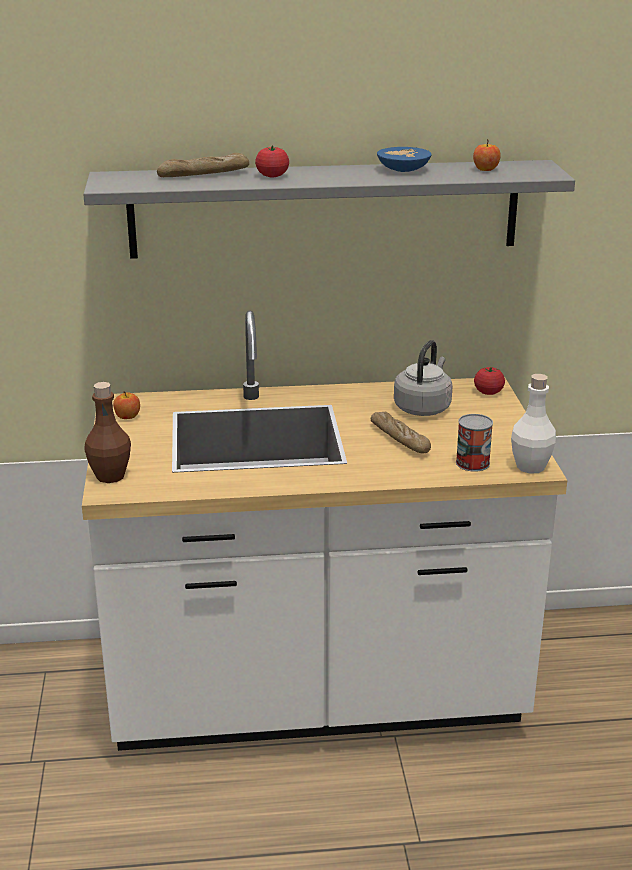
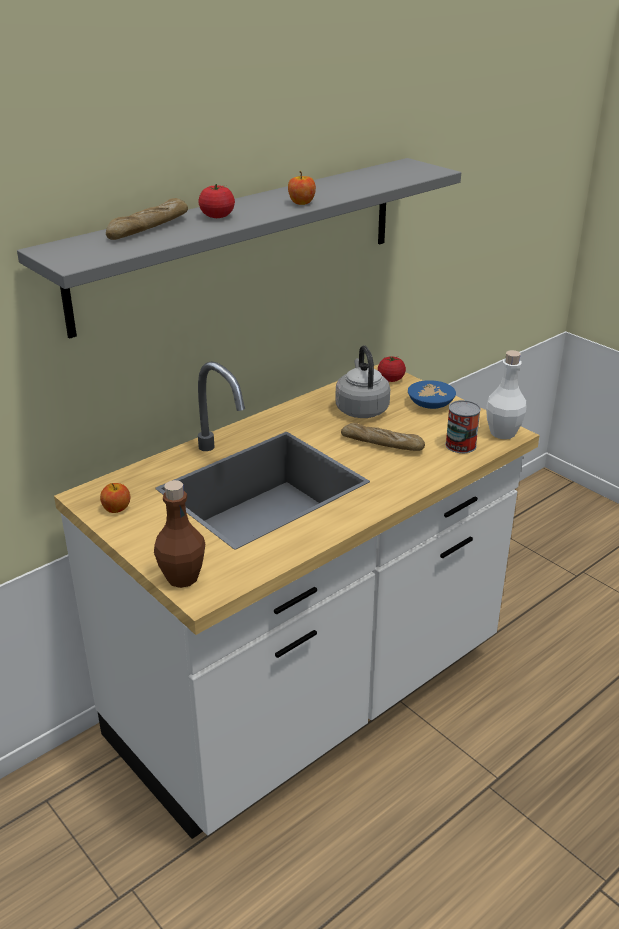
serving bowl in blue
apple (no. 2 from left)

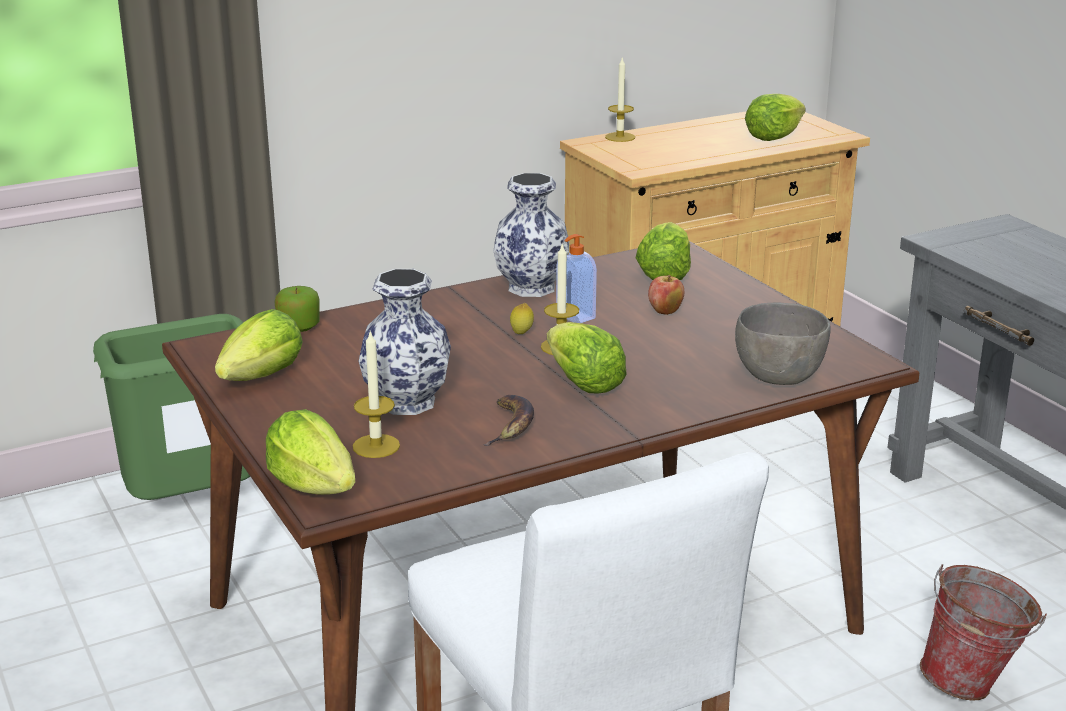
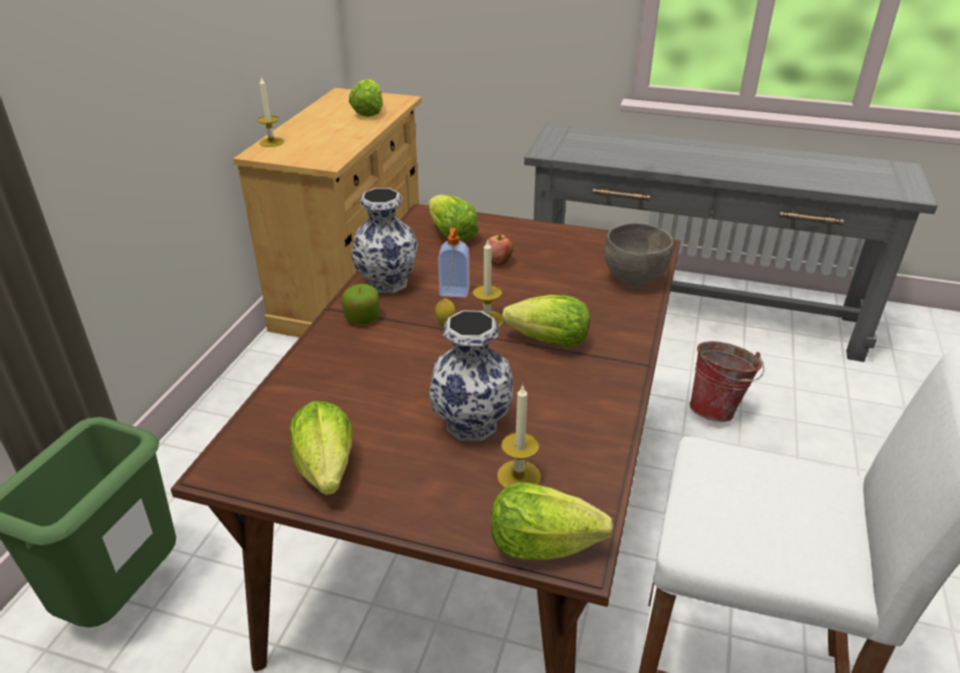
apple (no. 1 from left)
banana

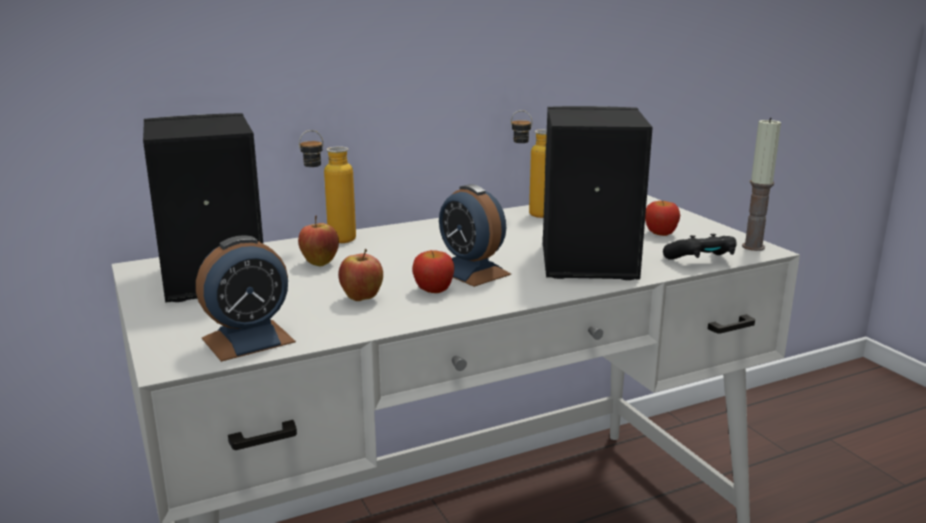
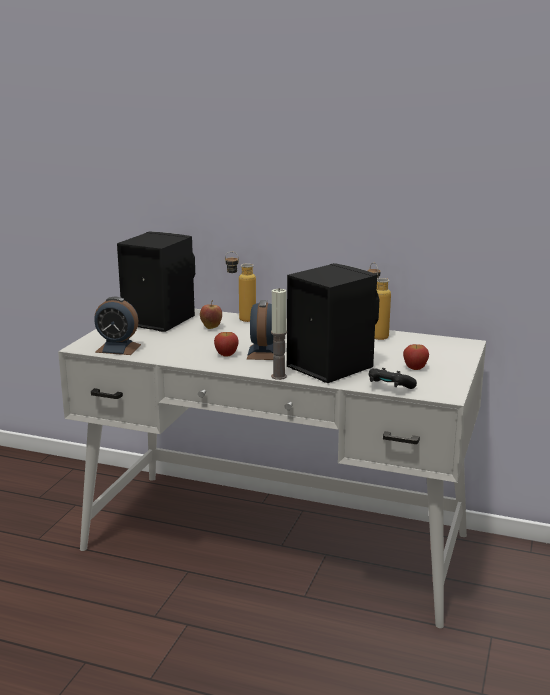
apple (no. 2 from left in the first image)
wax light

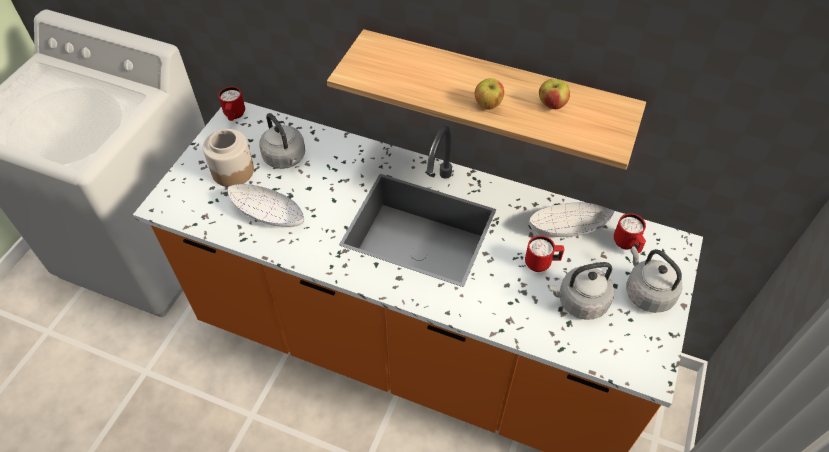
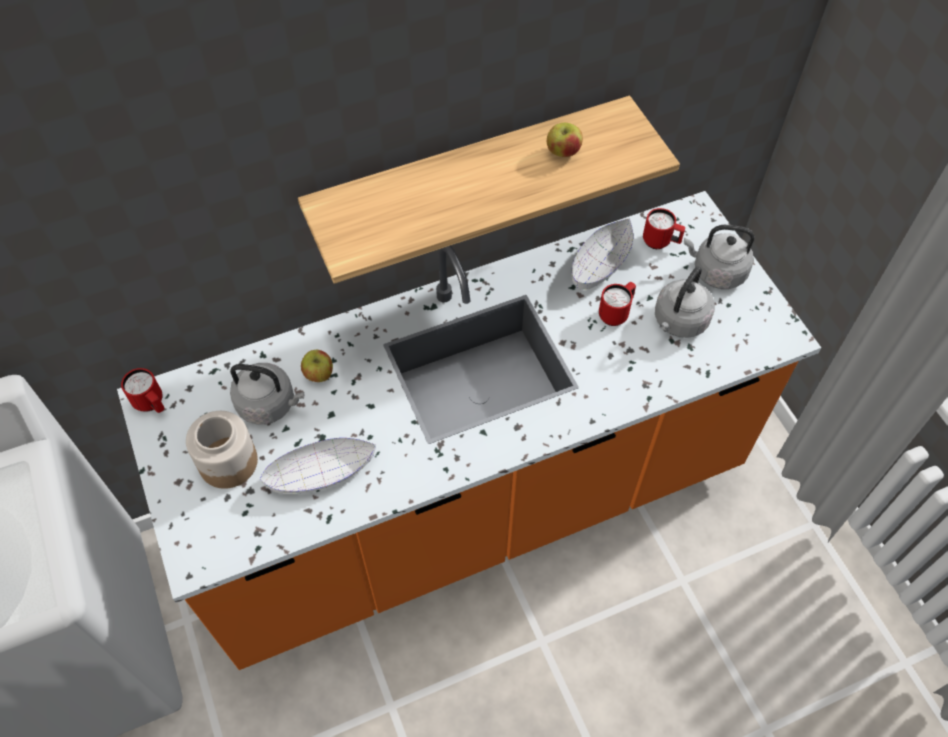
apple (no. 1 from left)

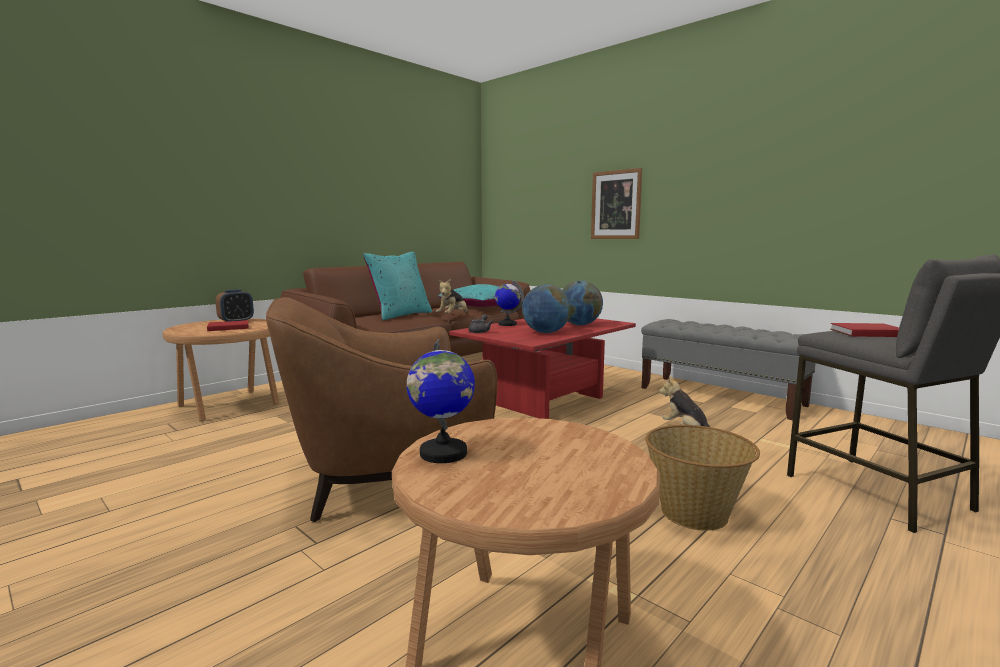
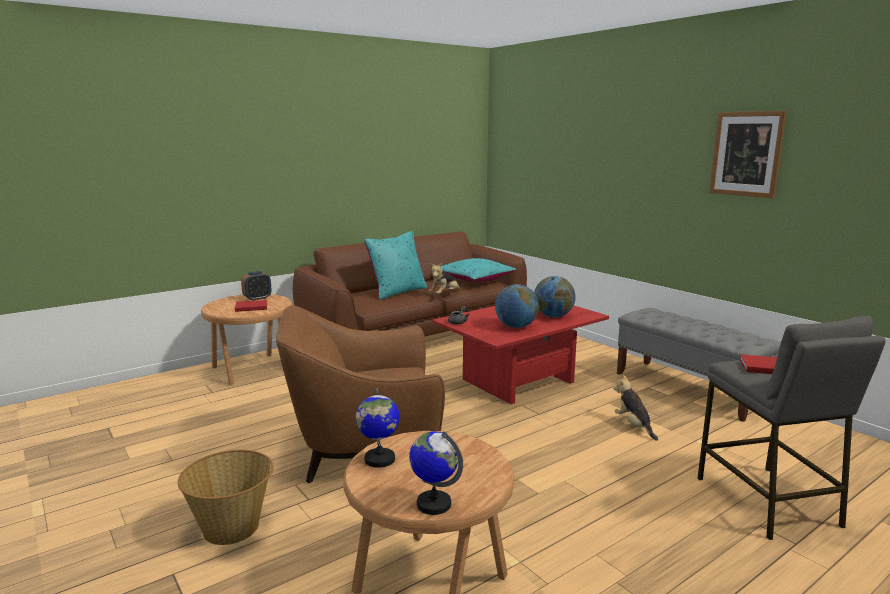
globe (no. 2 from left)
picture
household basket

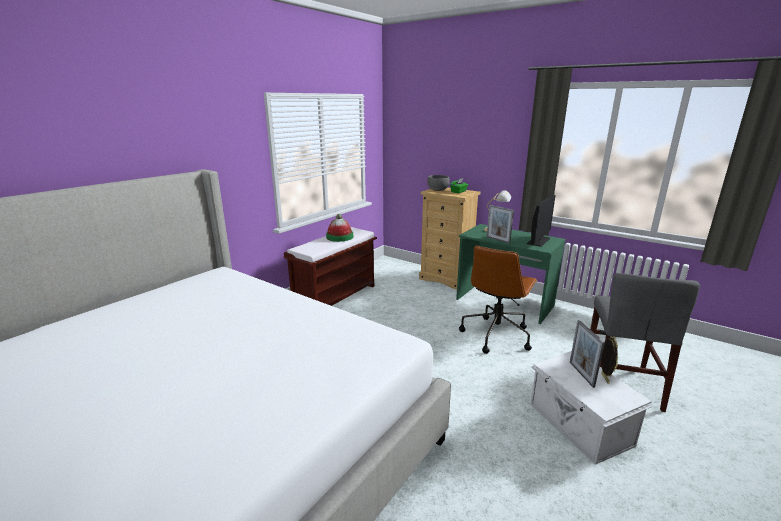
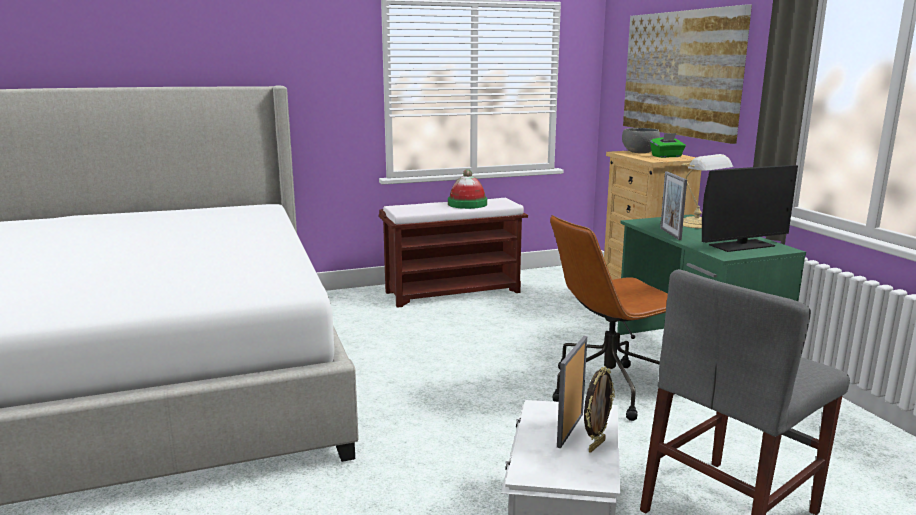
picture

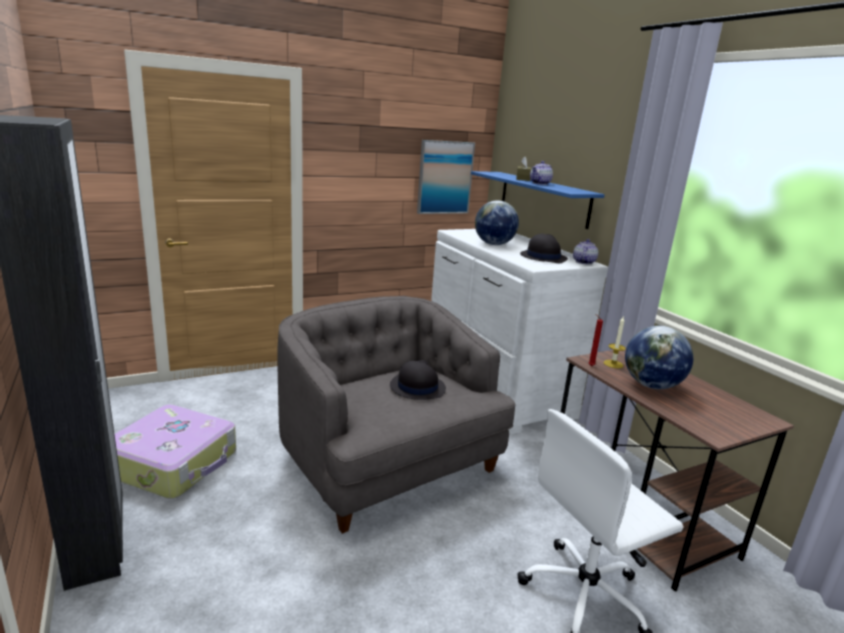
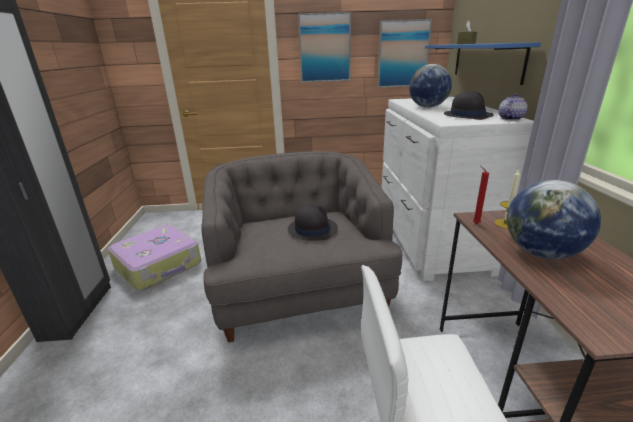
pot for tea (no. 1 from left in the first image)
picture (no. 1 from left)

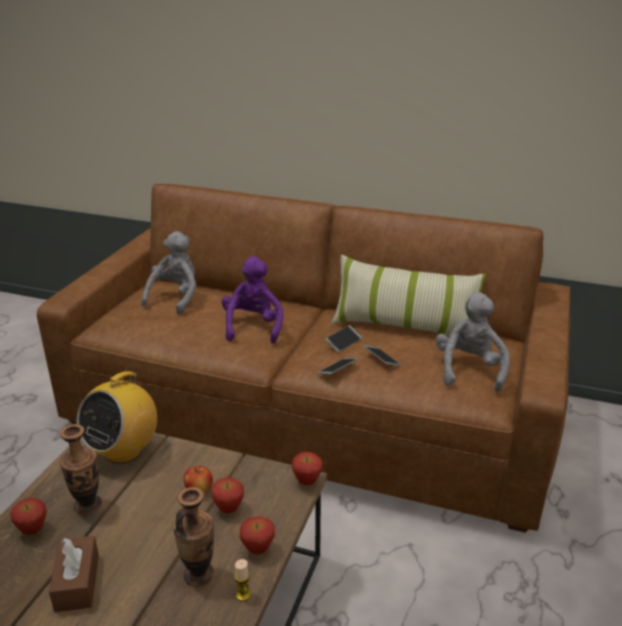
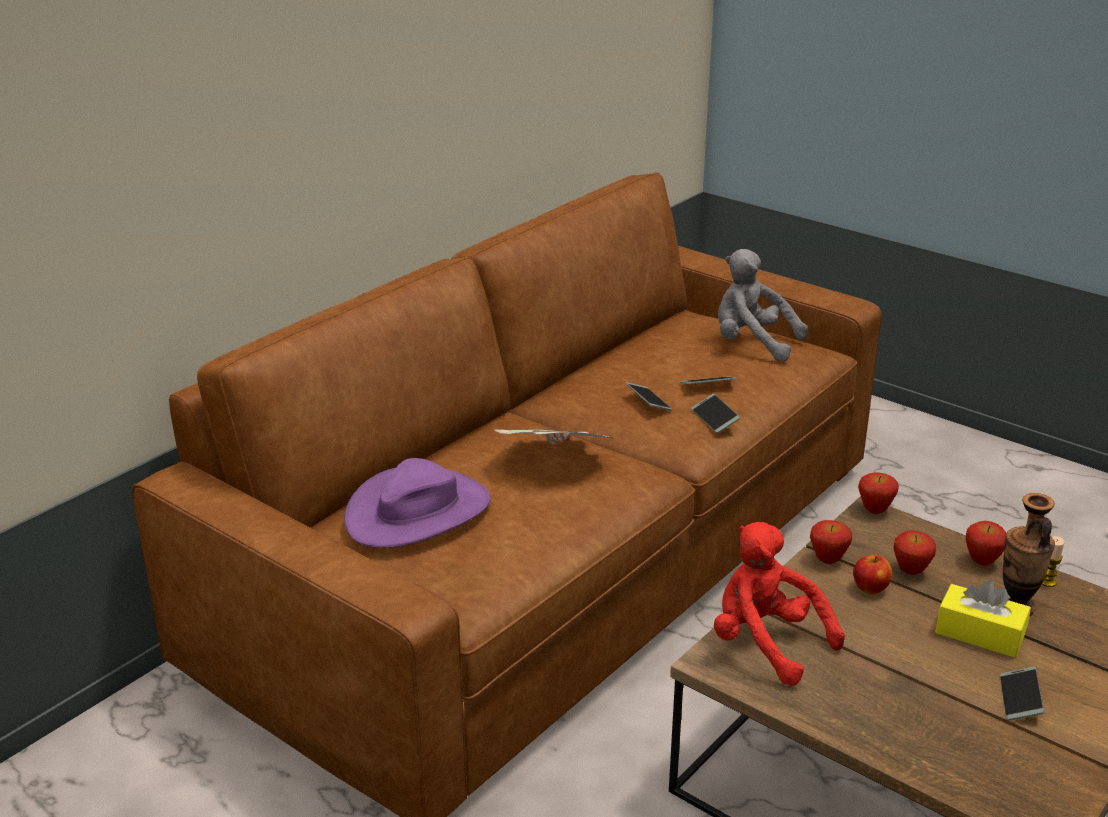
apple (no. 1 from left)
phone (no. 4 from left)
decorative vase (no. 1 from left in the first image)
soft toy in red-coloured
wearable hat in purplish
newspaper
pillow
box of tissues in yellow-coloured

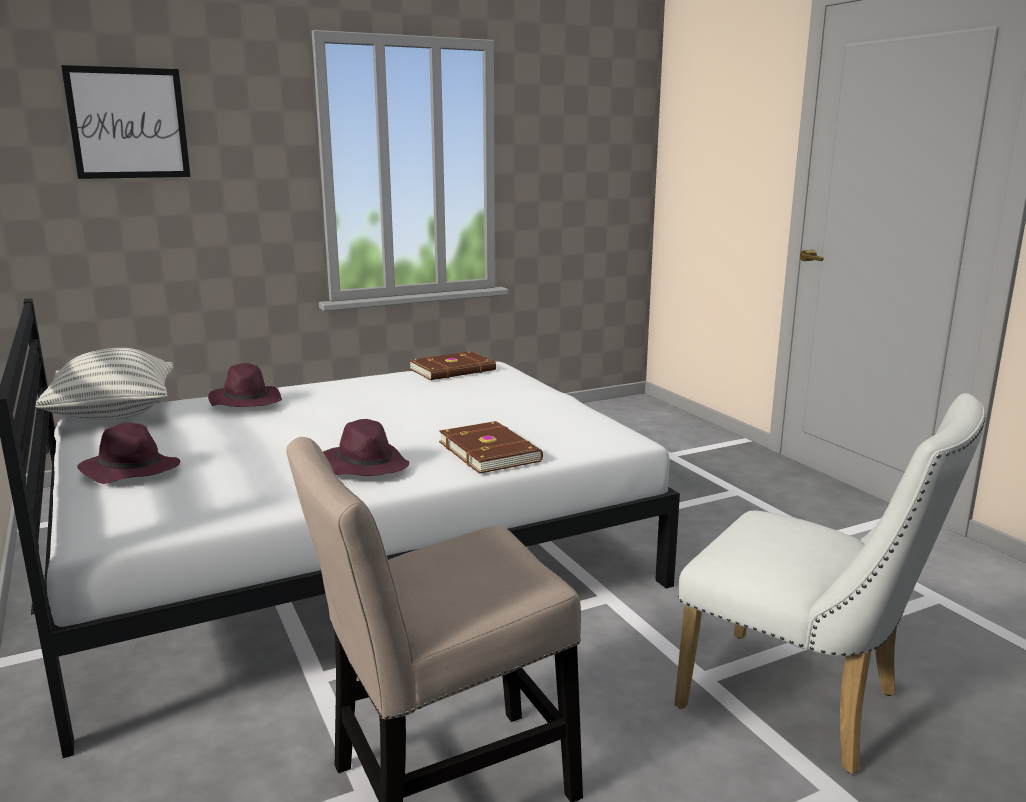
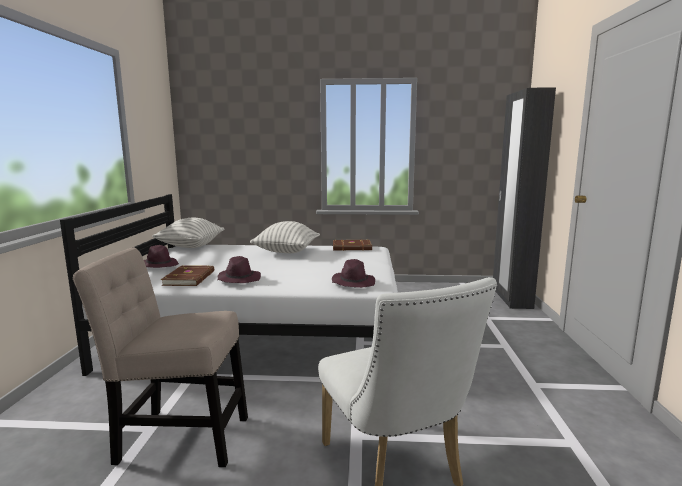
picture
wearable hat in purplish (no. 3 from left)
volume in brownish (no. 1 from left)
pillow (no. 2 from left)
wardrobe in blackish

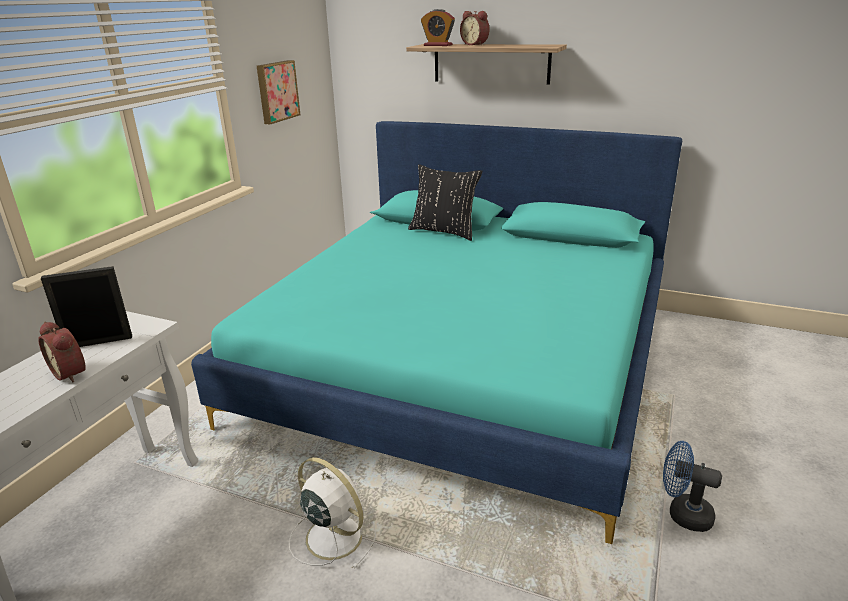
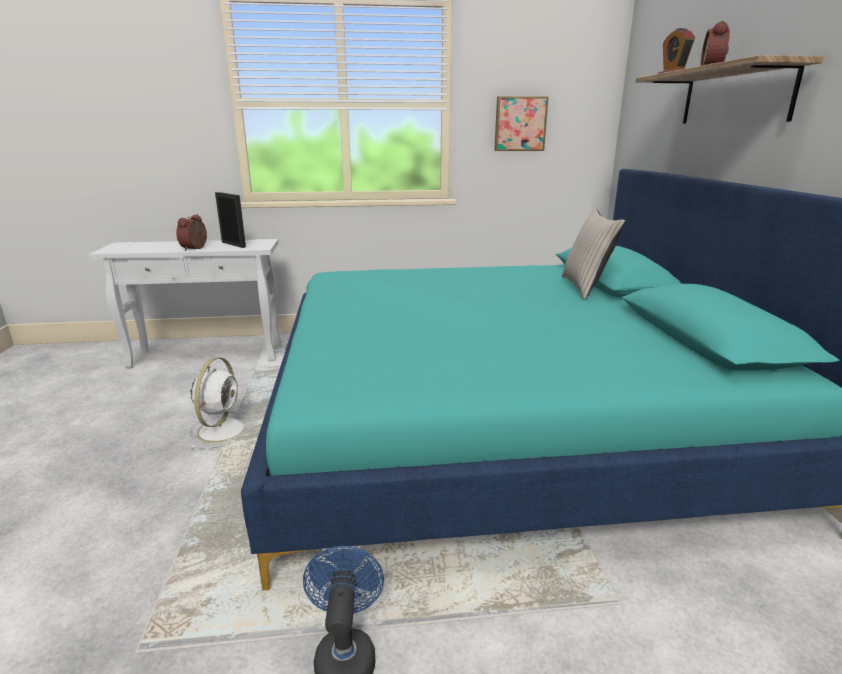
pillow in sand-coloured

